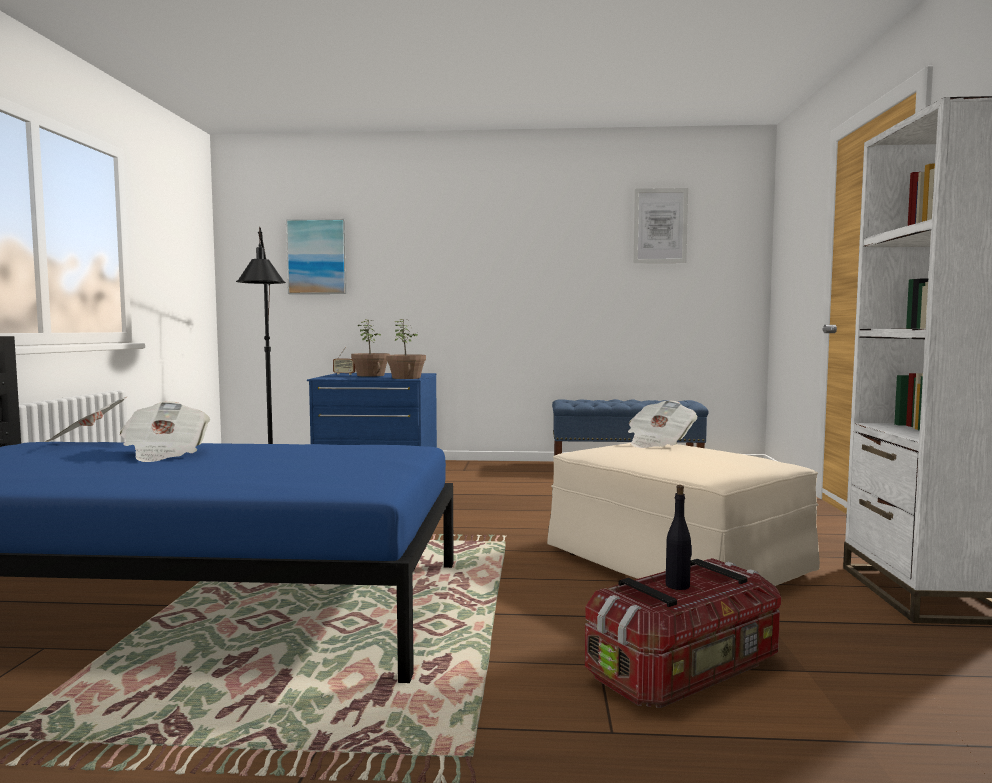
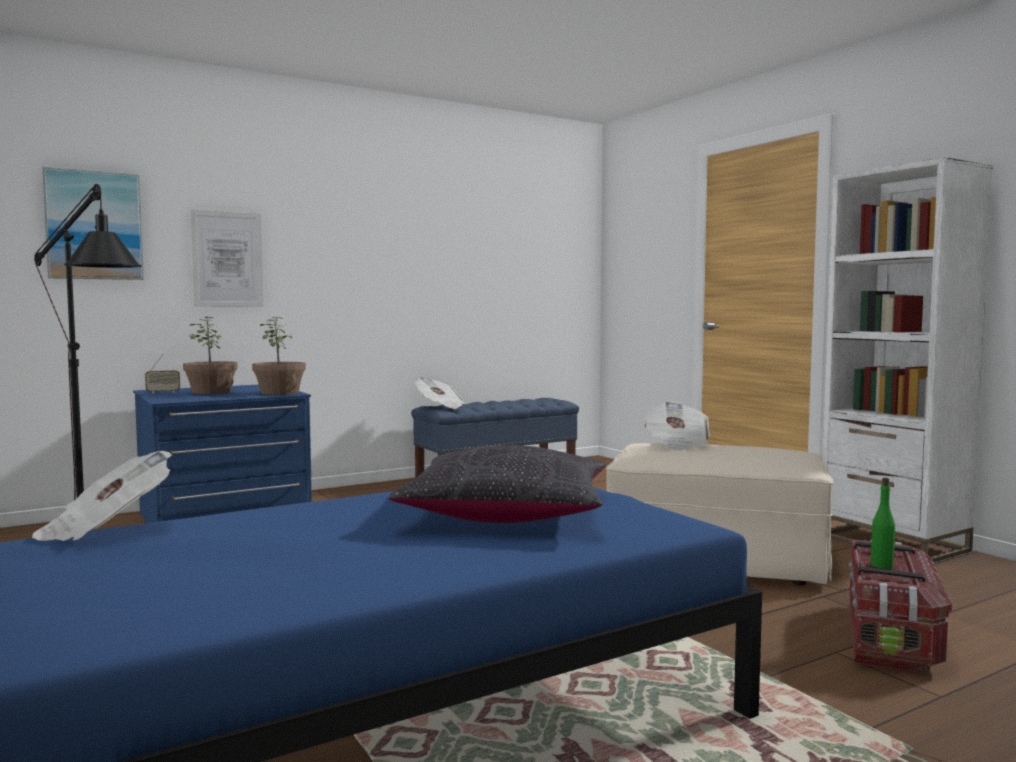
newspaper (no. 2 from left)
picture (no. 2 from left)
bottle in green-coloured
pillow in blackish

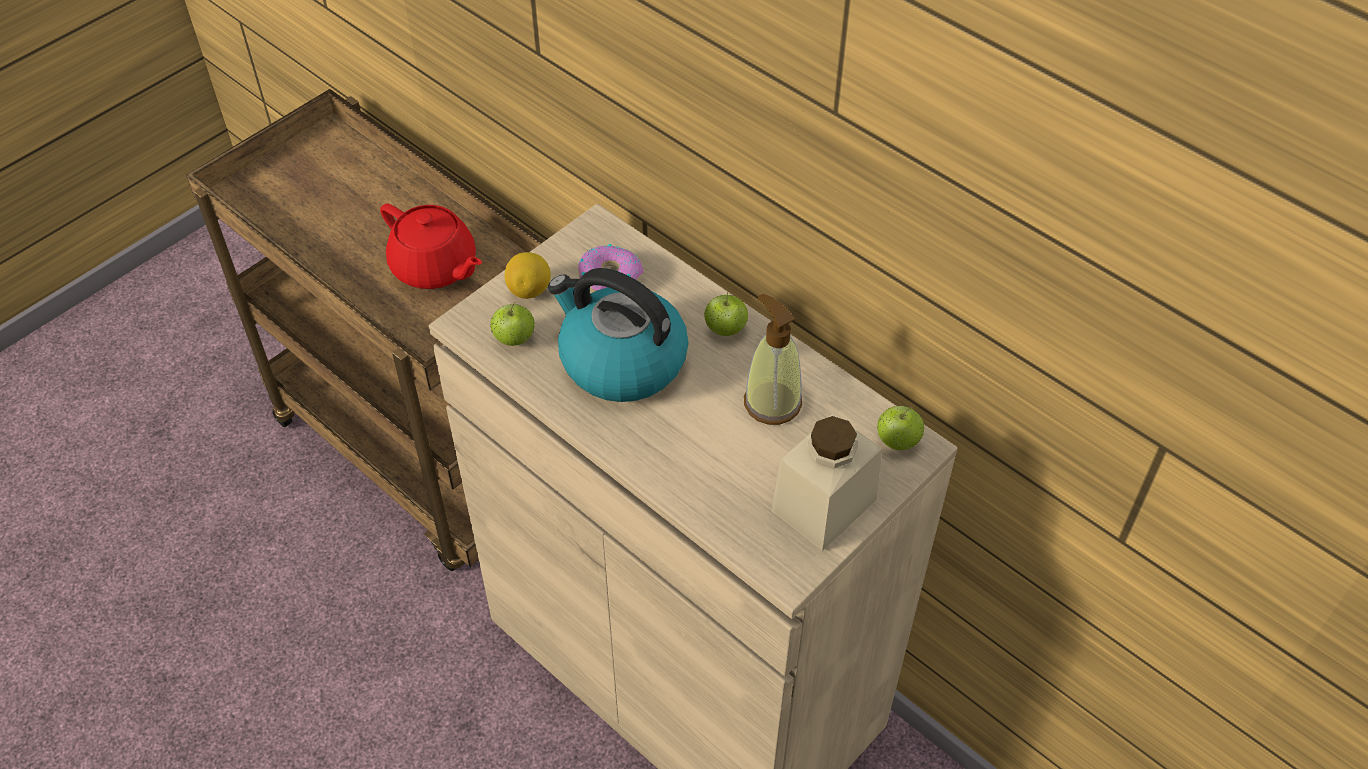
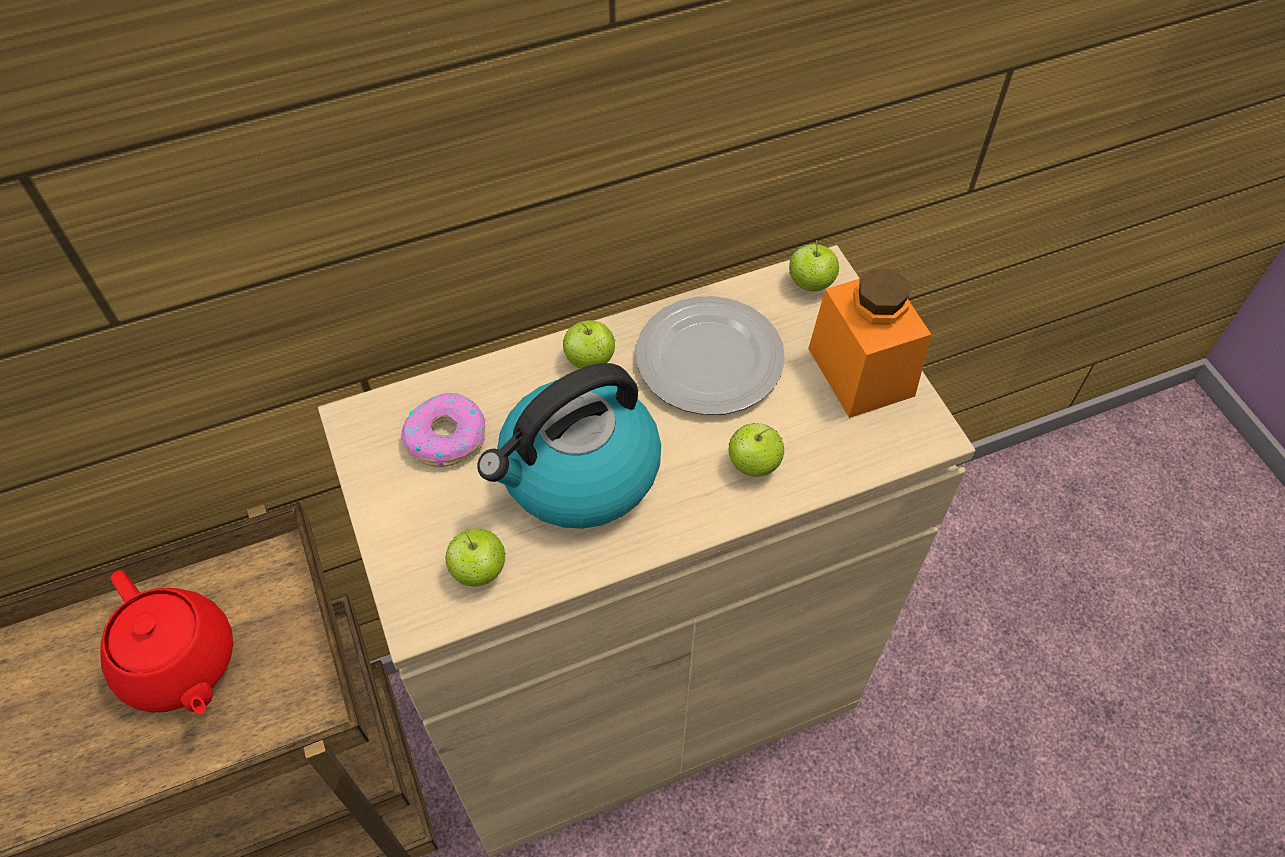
pot for tea in red-coloured
citrus fruit
flat dish
preserve jar in orange
apple (no. 3 from left)

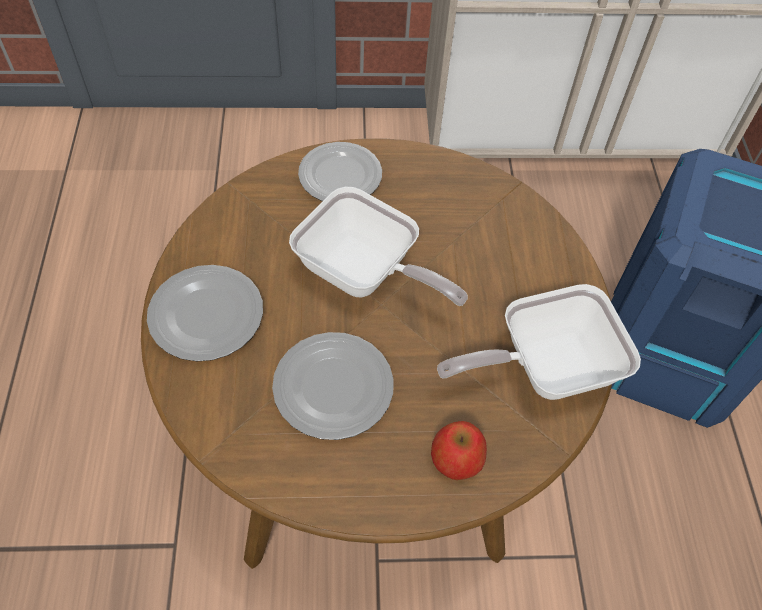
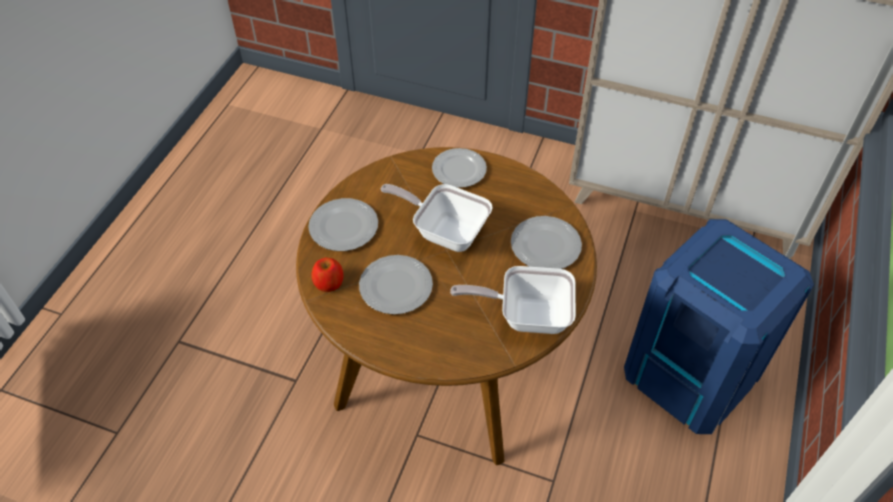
skillet (no. 1 from left)
apple
flat dish (no. 4 from left)

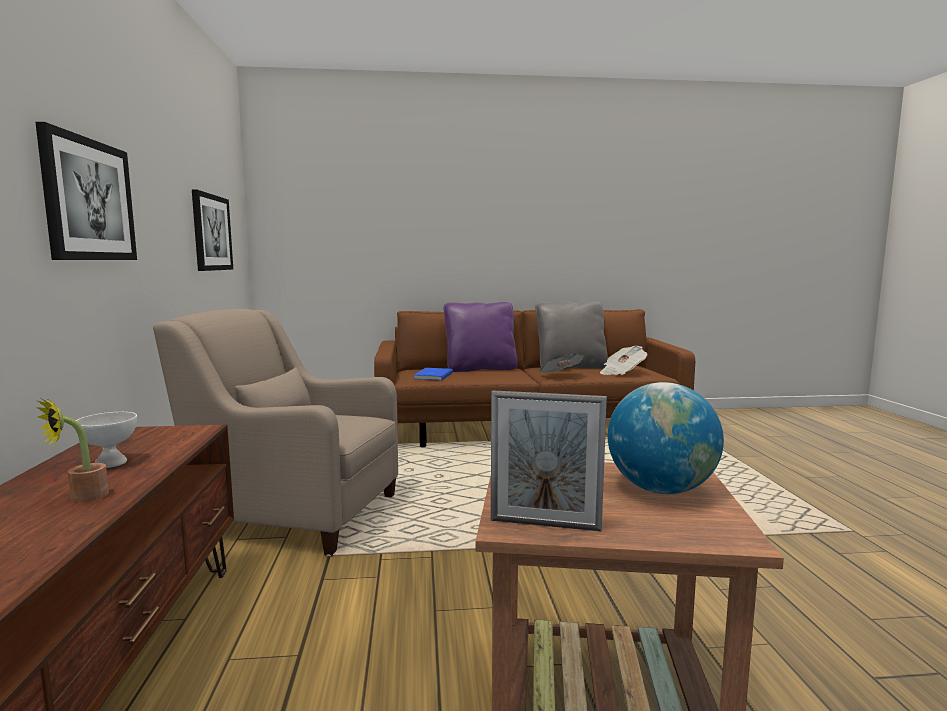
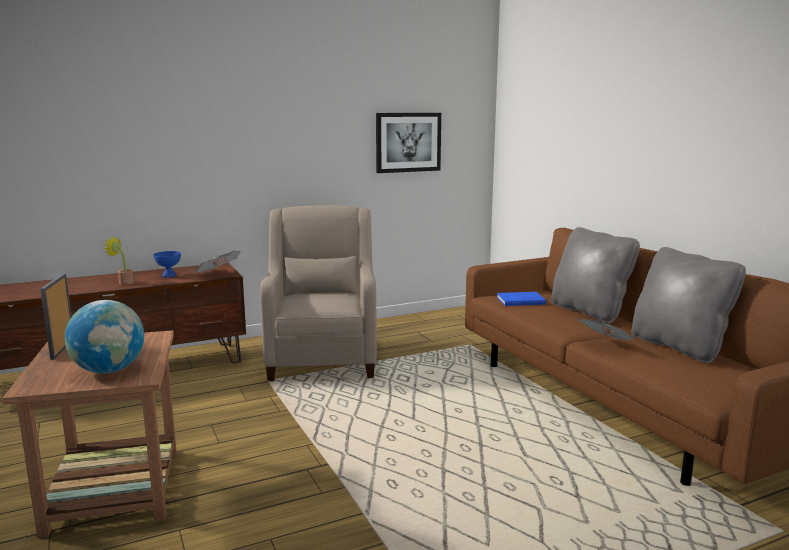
picture (no. 1 from left in the first image)
serving bowl in blue
pillow in gray (no. 1 from left)
newspaper (no. 1 from left)

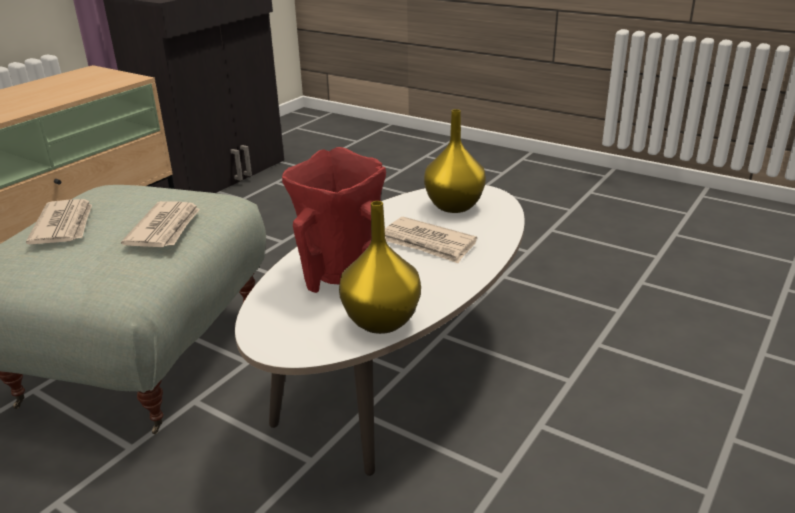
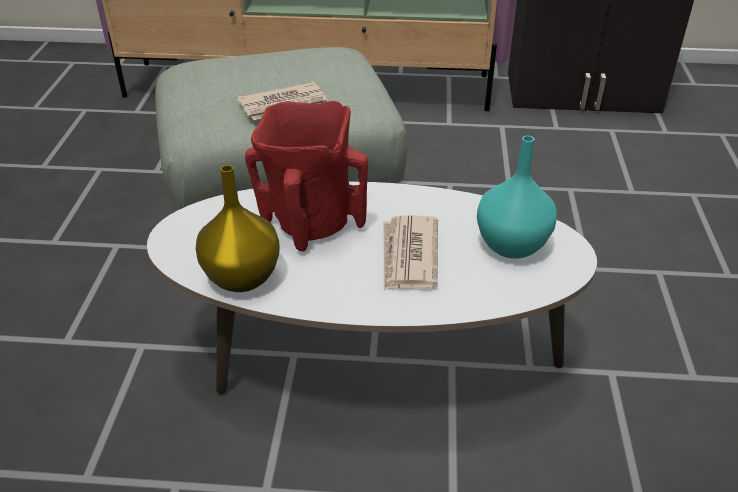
newspaper (no. 1 from left in the first image)
decorative vase in turquoise

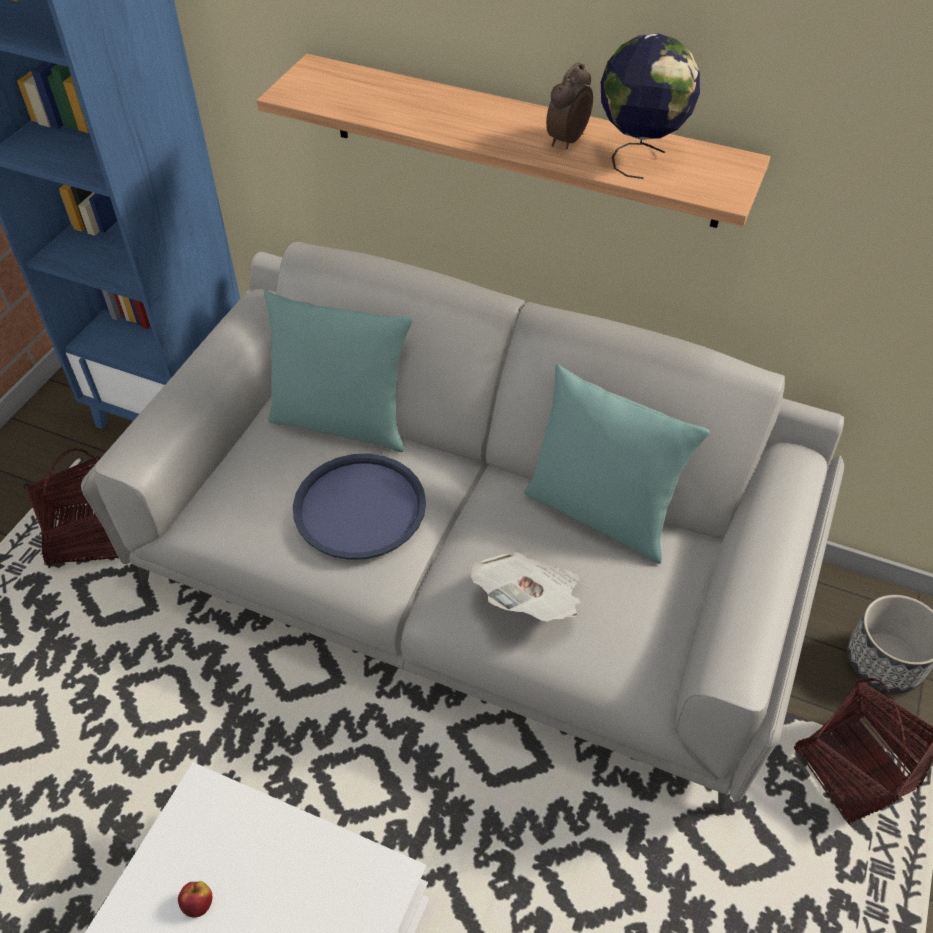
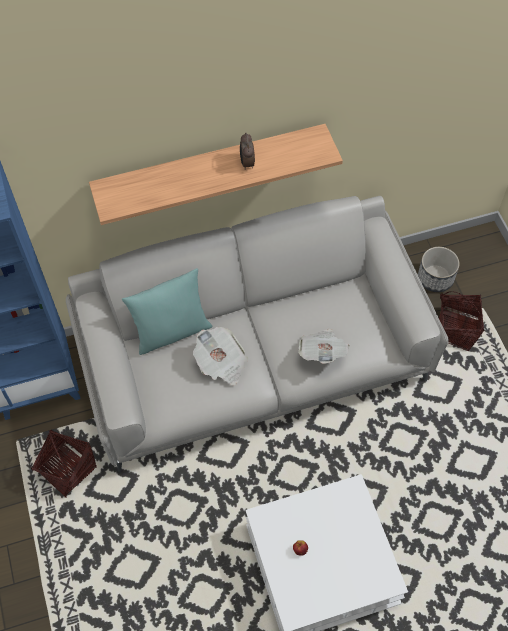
newspaper (no. 1 from left)
pillow in turquoise (no. 2 from left in the first image)
globe

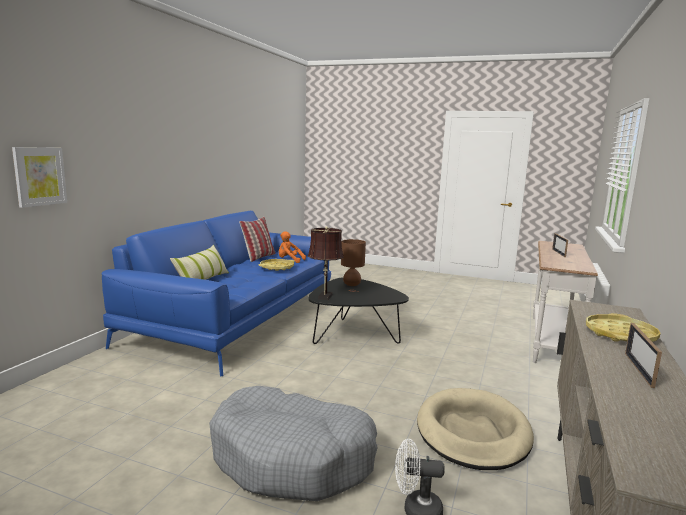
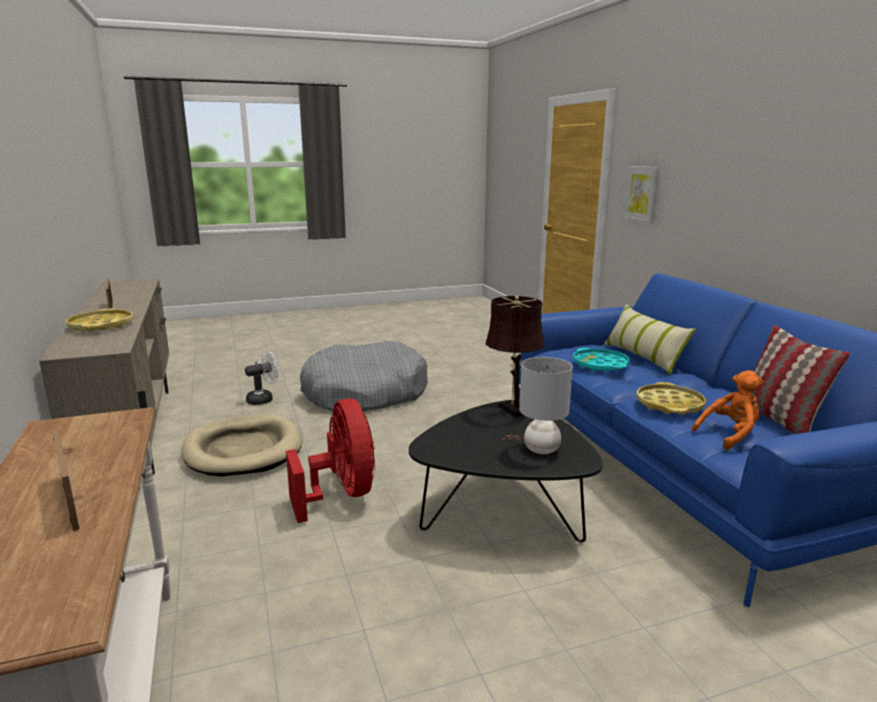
lamp for a table in gray
electric fan in red-coloured
tray in turquoise

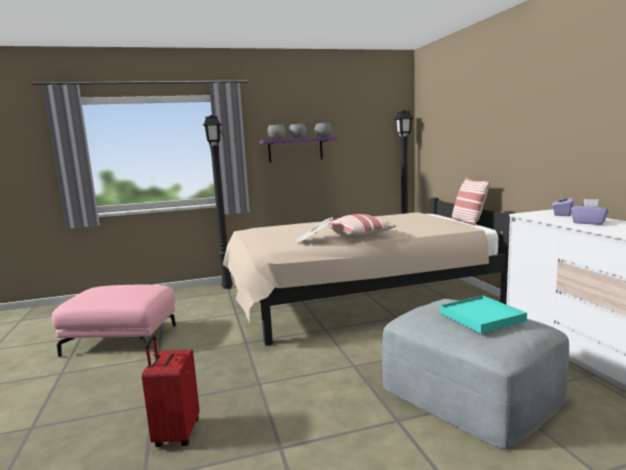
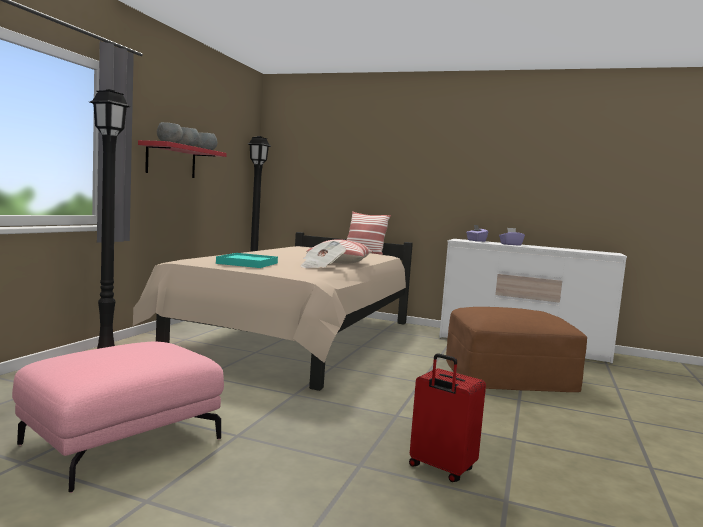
bracket shelf in red-coloured
ottoman in brownish
tray in turquoise

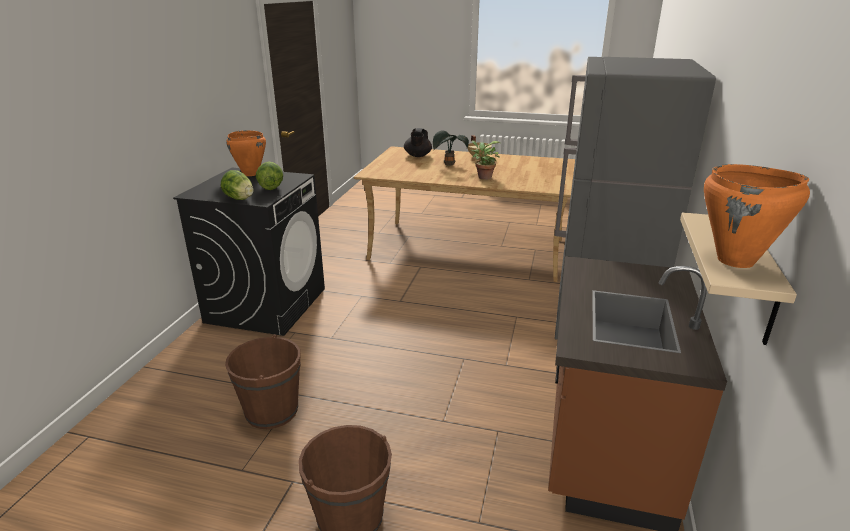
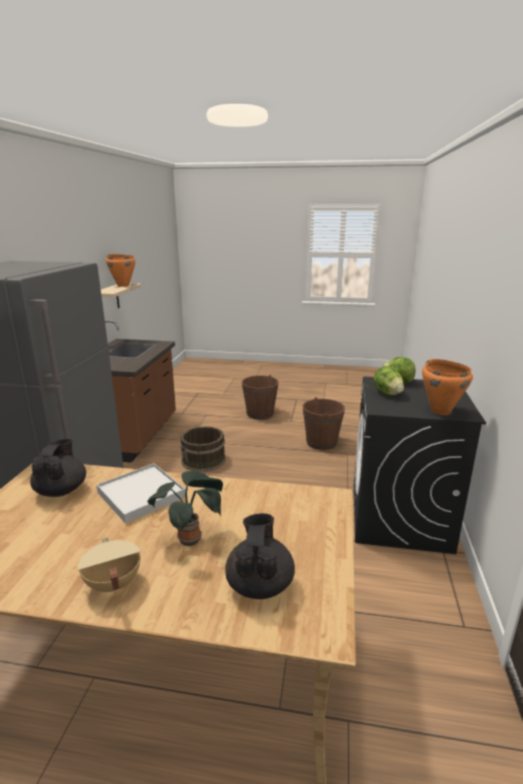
tray in whitish
pot for tea in blackish (no. 1 from left)
bucket in brownish (no. 1 from left)

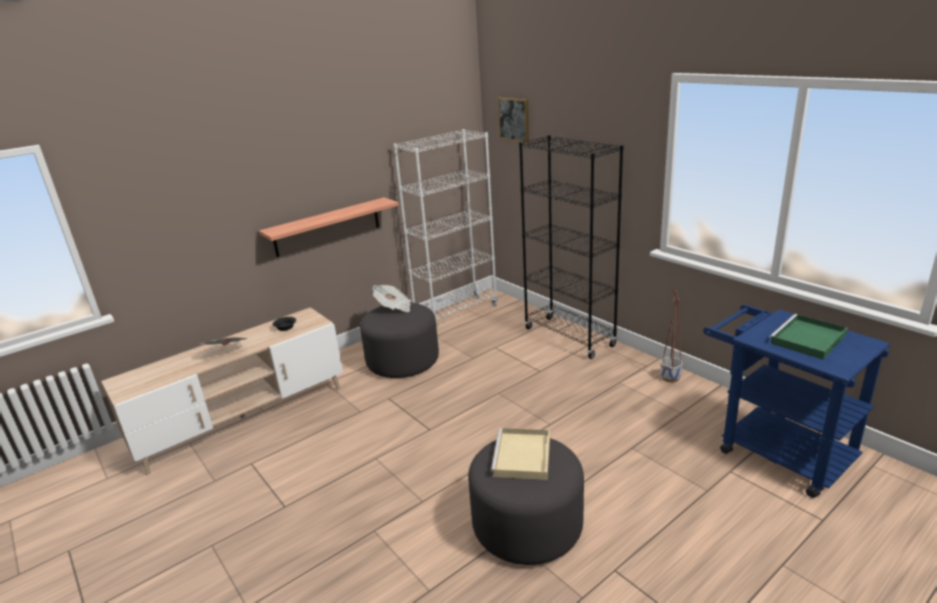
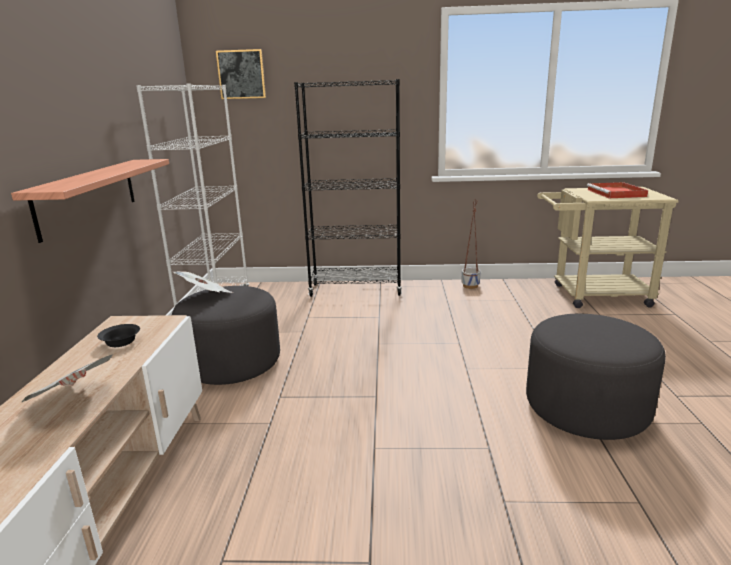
tray in sand-coloured
wheeled cart in sand-coloured
tray in red-coloured

